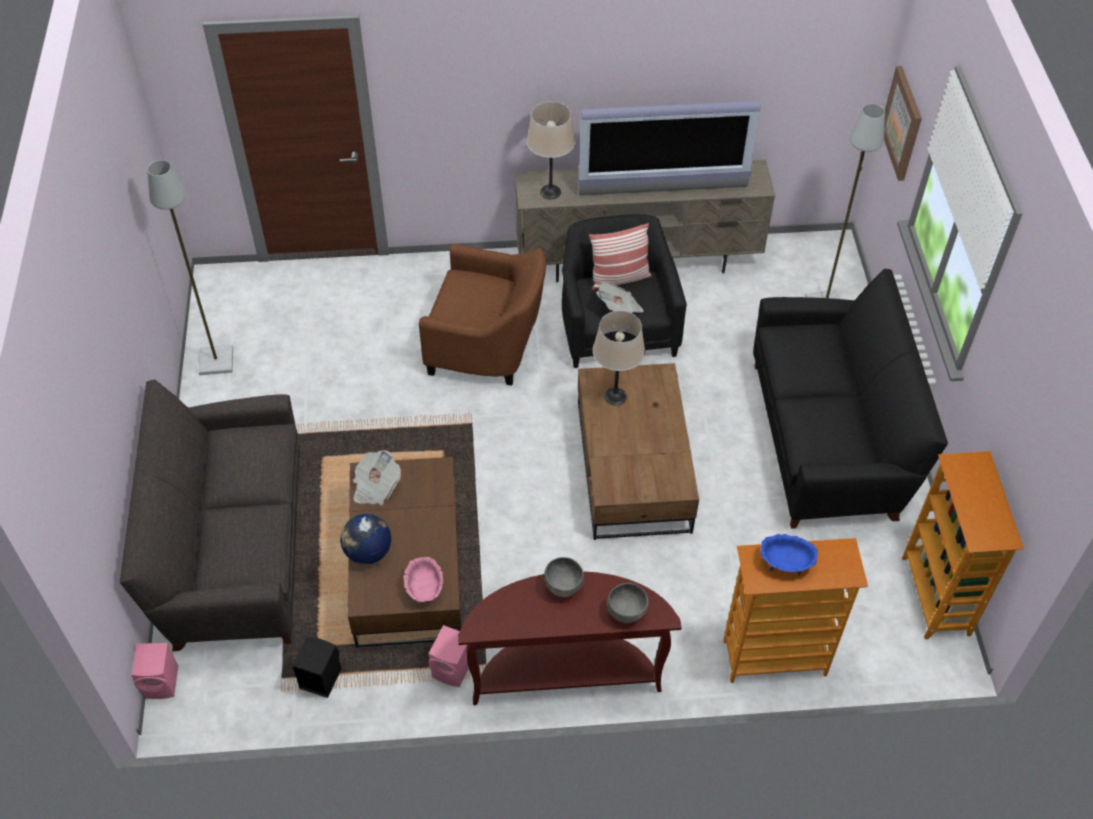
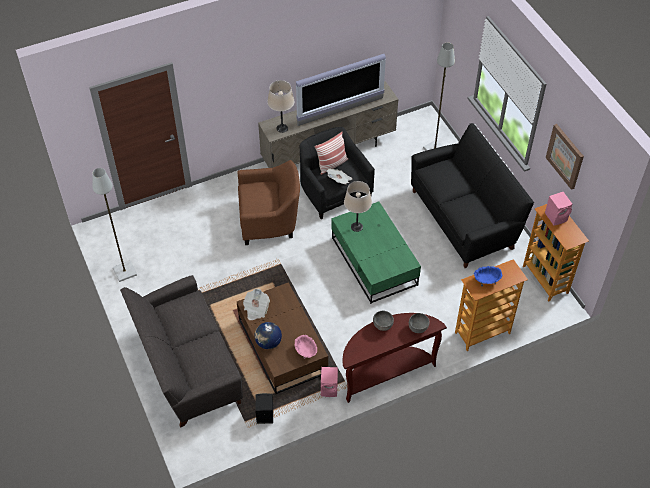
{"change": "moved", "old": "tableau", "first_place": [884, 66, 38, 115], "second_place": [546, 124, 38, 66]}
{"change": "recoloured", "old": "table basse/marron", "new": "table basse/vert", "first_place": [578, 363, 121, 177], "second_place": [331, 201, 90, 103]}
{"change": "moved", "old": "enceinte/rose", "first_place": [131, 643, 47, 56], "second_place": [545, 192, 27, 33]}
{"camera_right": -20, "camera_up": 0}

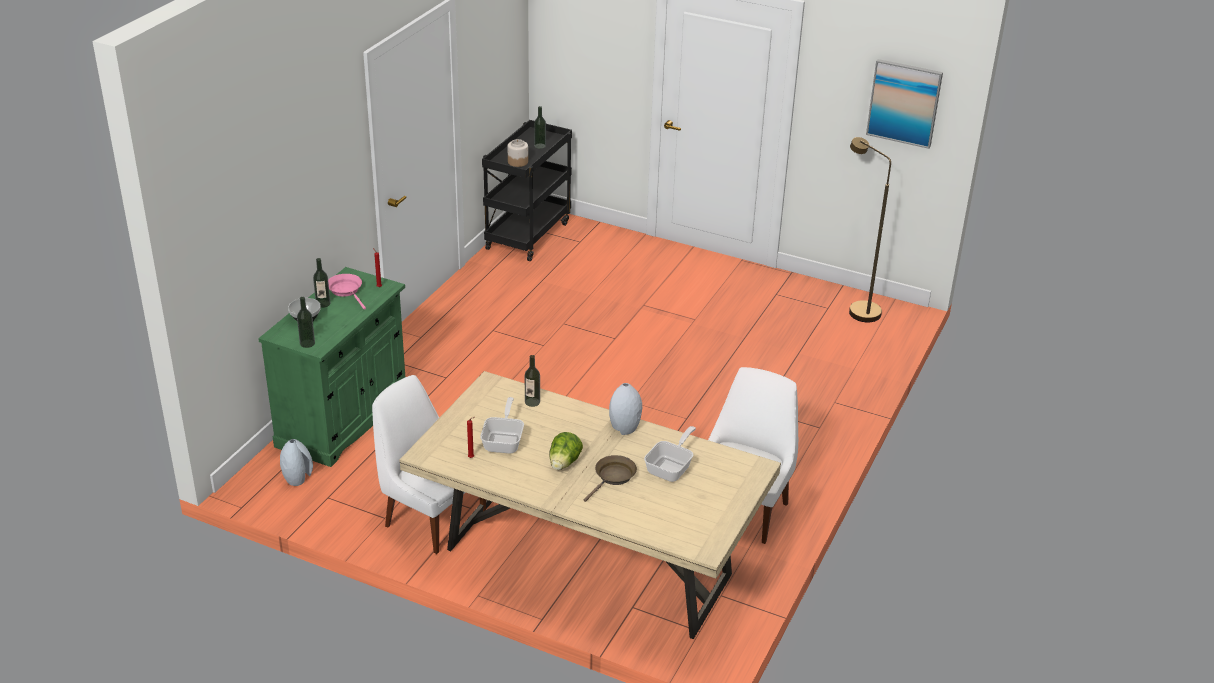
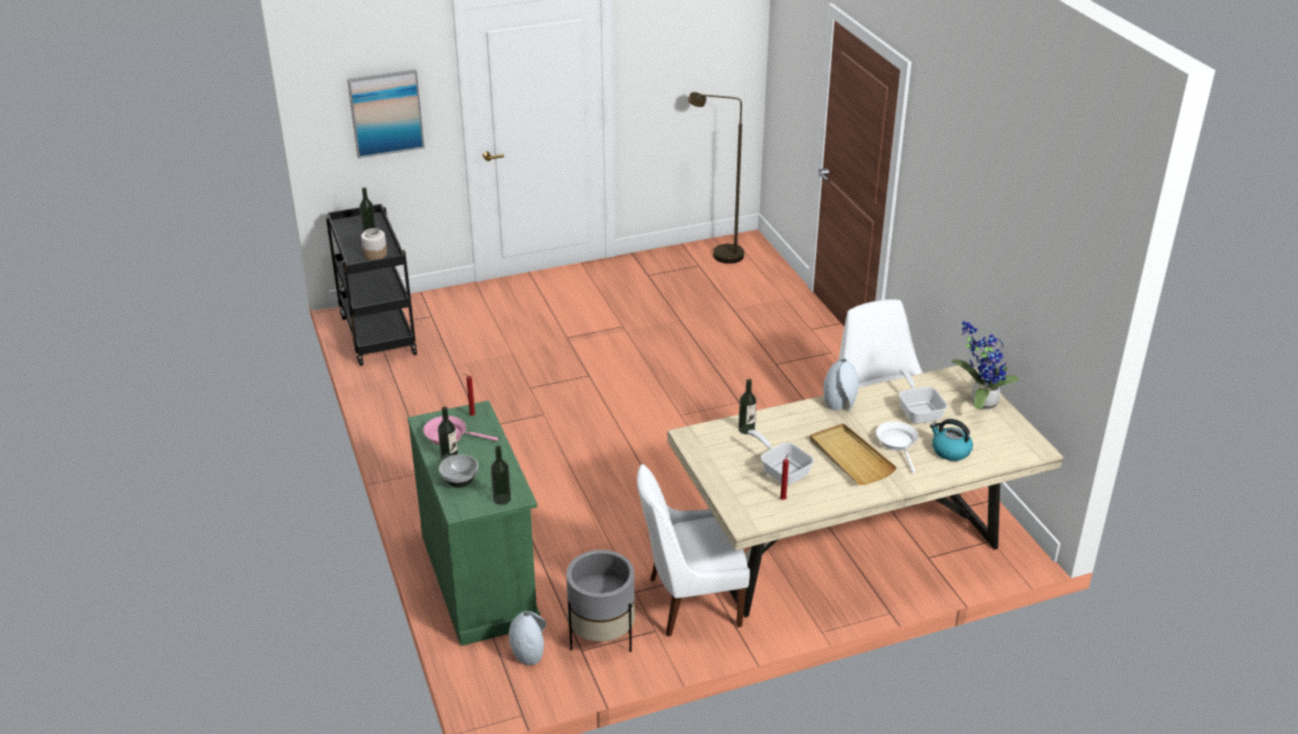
{"change": "moved", "old": "tableau", "first_place": [866, 59, 77, 90], "second_place": [347, 69, 78, 90]}
{"change": "replaced", "old": "laitue", "new": "plateau/beige", "first_place": [549, 432, 34, 38], "second_place": [810, 423, 87, 62]}
{"change": "recoloured", "old": "poêle/marron", "new": "poêle/blanc", "first_place": [584, 455, 53, 47], "second_place": [876, 421, 42, 52]}
{"change": "added", "new": "plante en pot", "second_place": [951, 321, 68, 89]}
{"change": "added", "new": "bouilloire", "second_place": [930, 419, 43, 42]}
{"change": "added", "new": "cache-pot/gris", "second_place": [566, 550, 69, 102]}
{"camera_right": -45, "camera_up": 0}

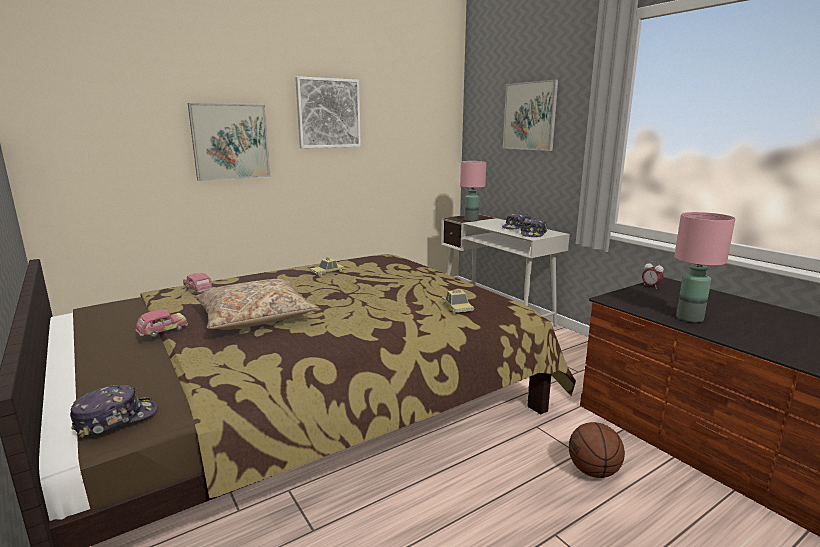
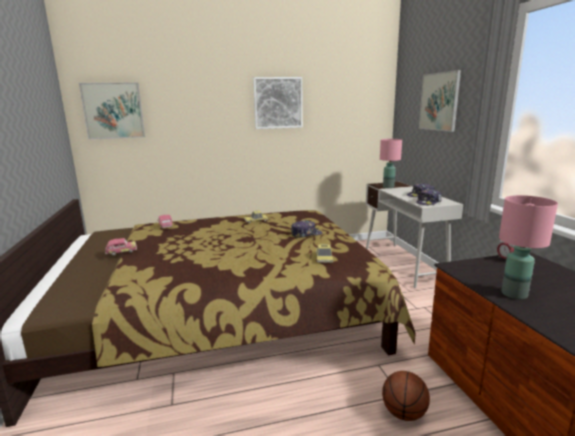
{"change": "moved", "old": "tableau", "first_place": [188, 103, 83, 78], "second_place": [79, 83, 66, 56]}
{"change": "removed", "old": "coussin/beige", "first_place": [195, 279, 124, 51]}
{"change": "moved", "old": "casquette", "first_place": [70, 385, 88, 54], "second_place": [291, 220, 31, 18]}
{"camera_right": 20, "camera_up": 0}

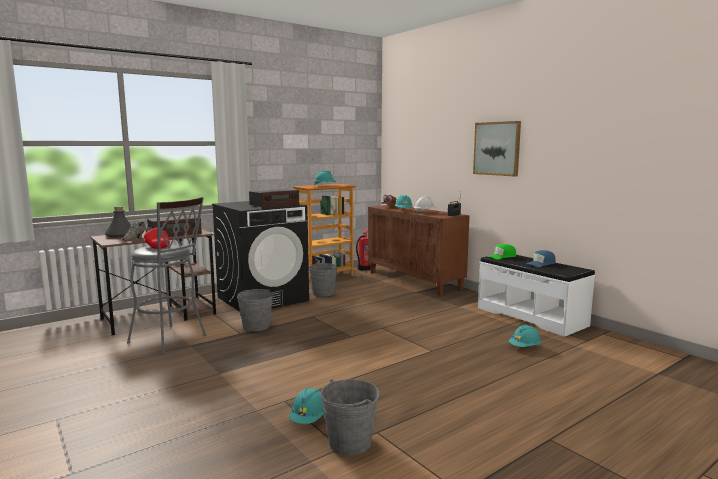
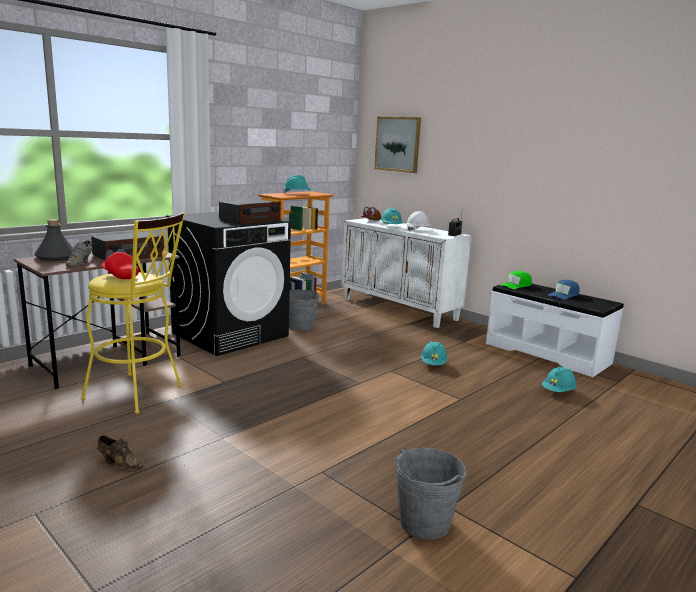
{"change": "moved", "old": "tableau", "first_place": [473, 121, 48, 55], "second_place": [374, 117, 47, 56]}
{"change": "recoloured", "old": "tabouret/gris", "new": "tabouret/jaune", "first_place": [127, 197, 80, 157], "second_place": [81, 212, 104, 202]}
{"change": "recoloured", "old": "meuble de rangement/marron", "new": "meuble de rangement/blanc", "first_place": [368, 205, 102, 91], "second_place": [342, 218, 130, 110]}
{"change": "removed", "old": "extincteur", "first_place": [356, 229, 15, 42]}
{"change": "removed", "old": "seau/gris", "first_place": [237, 289, 36, 43]}
{"change": "moved", "old": "casque de chantier/turquoise", "first_place": [289, 388, 35, 36], "second_place": [421, 341, 27, 24]}
{"change": "added", "new": "chaussure/marron", "second_place": [97, 435, 47, 36]}
{"camera_right": -10, "camera_up": 5}

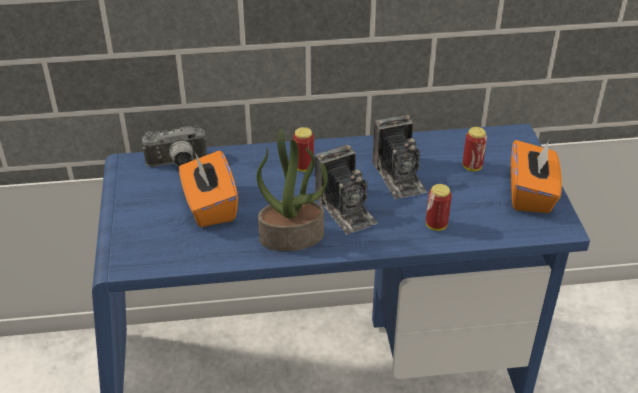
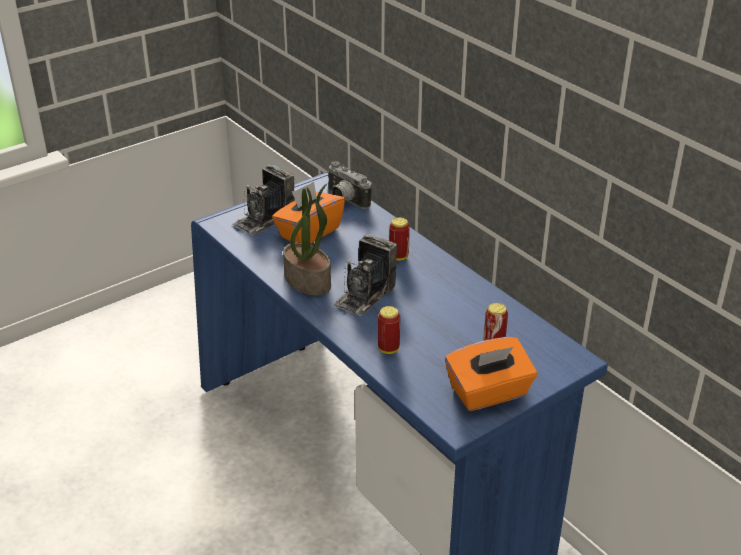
{"change": "moved", "old": "appareil photo", "first_place": [372, 115, 55, 85], "second_place": [232, 165, 63, 70]}
{"camera_right": 60, "camera_up": -5}

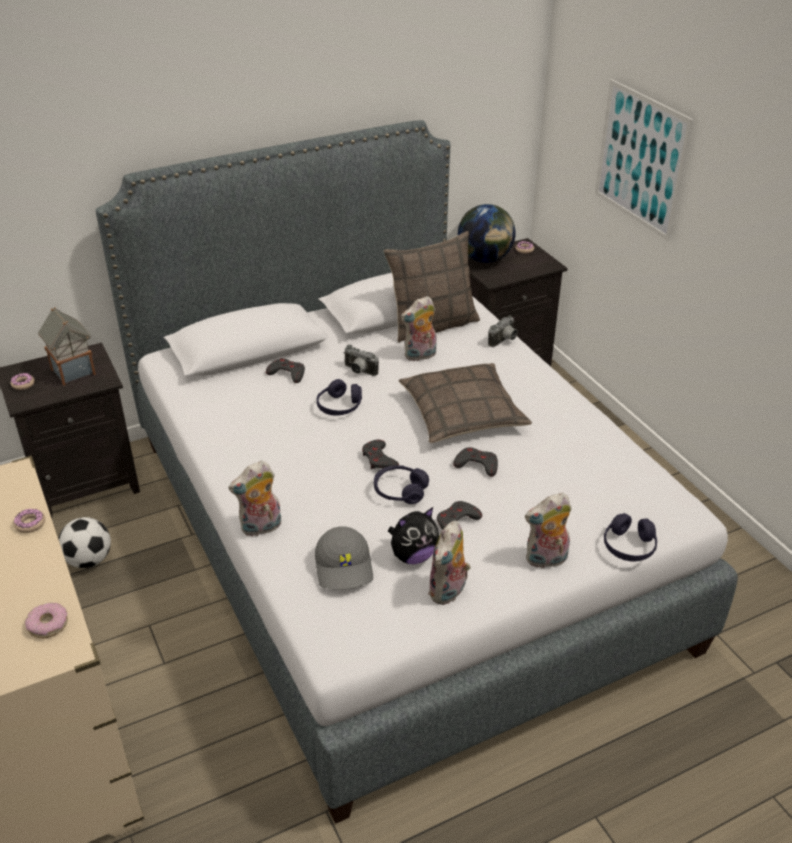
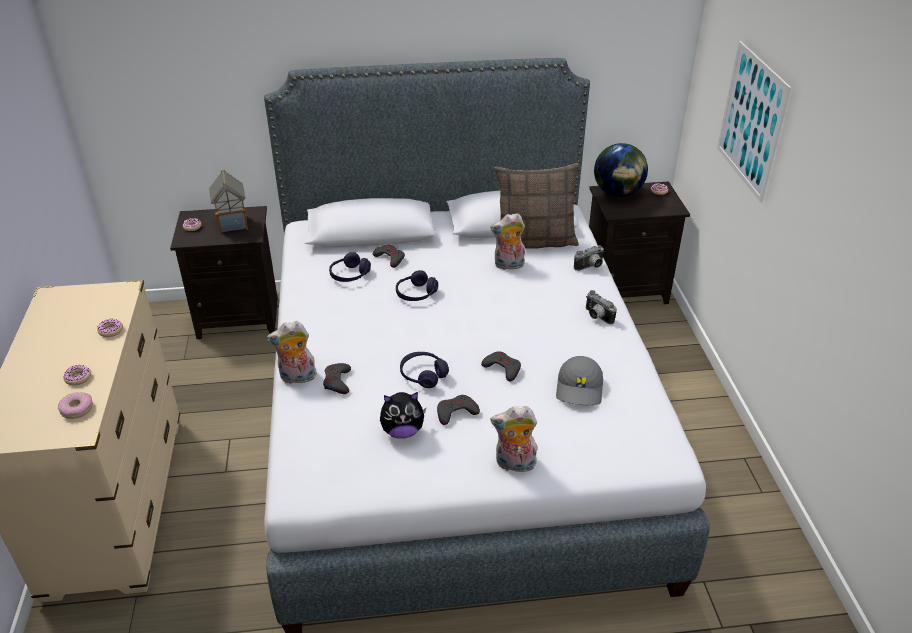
{"change": "moved", "old": "appareil photo", "first_place": [343, 345, 36, 31], "second_place": [586, 290, 31, 35]}
{"change": "removed", "old": "coussin", "first_place": [399, 363, 133, 80]}
{"change": "moved", "old": "manette/gris", "first_place": [362, 440, 37, 29], "second_place": [323, 363, 28, 31]}
{"change": "moved", "old": "casque audio/violet", "first_place": [604, 513, 53, 48], "second_place": [329, 252, 42, 30]}
{"change": "removed", "old": "ballon de foot", "first_place": [59, 517, 52, 51]}
{"change": "removed", "old": "peluche", "first_place": [428, 520, 43, 85]}
{"change": "moved", "old": "casquette/gris", "first_place": [315, 527, 58, 63], "second_place": [556, 356, 47, 49]}
{"change": "added", "new": "beignet", "second_place": [63, 365, 28, 20]}
{"camera_right": 20, "camera_up": 0}

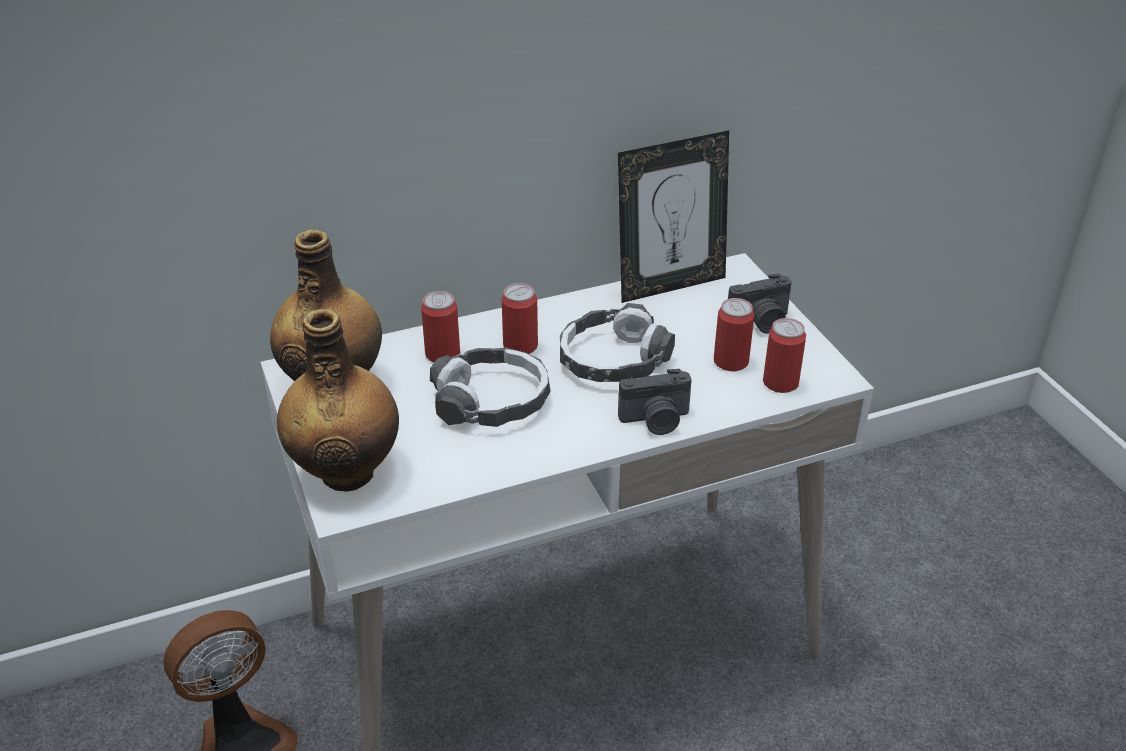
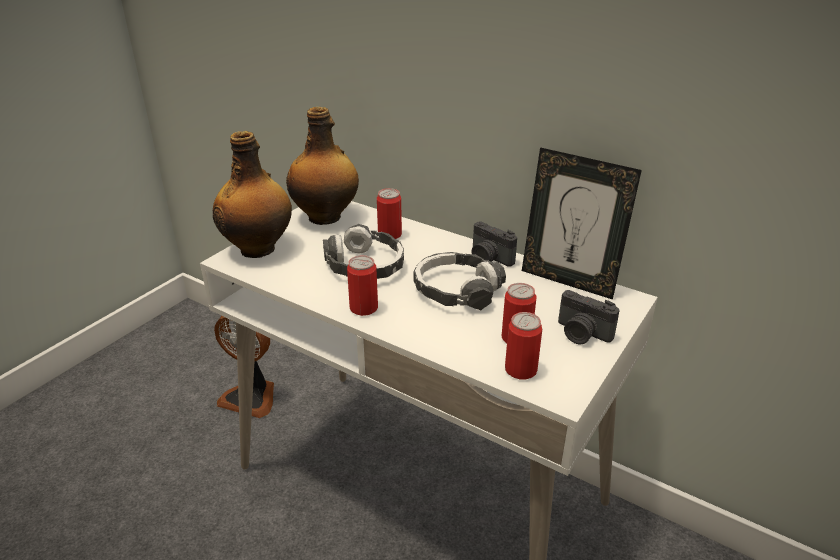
{"change": "moved", "old": "boîte métallique", "first_place": [502, 283, 36, 71], "second_place": [347, 255, 31, 61]}
{"change": "moved", "old": "appareil photo", "first_place": [618, 369, 74, 66], "second_place": [471, 221, 46, 46]}
{"camera_right": 55, "camera_up": -5}

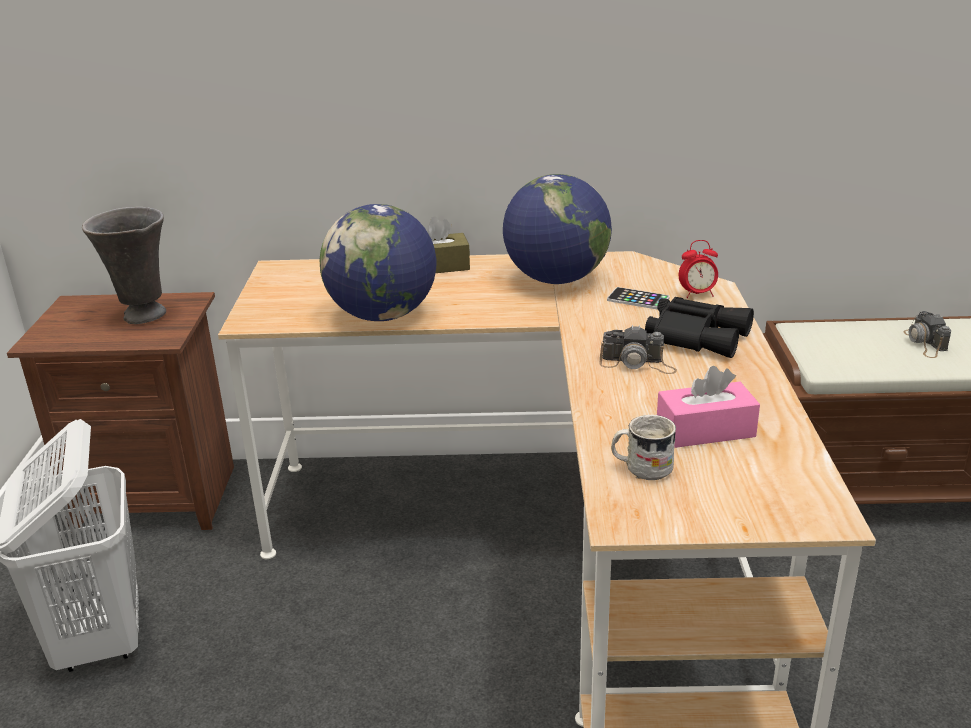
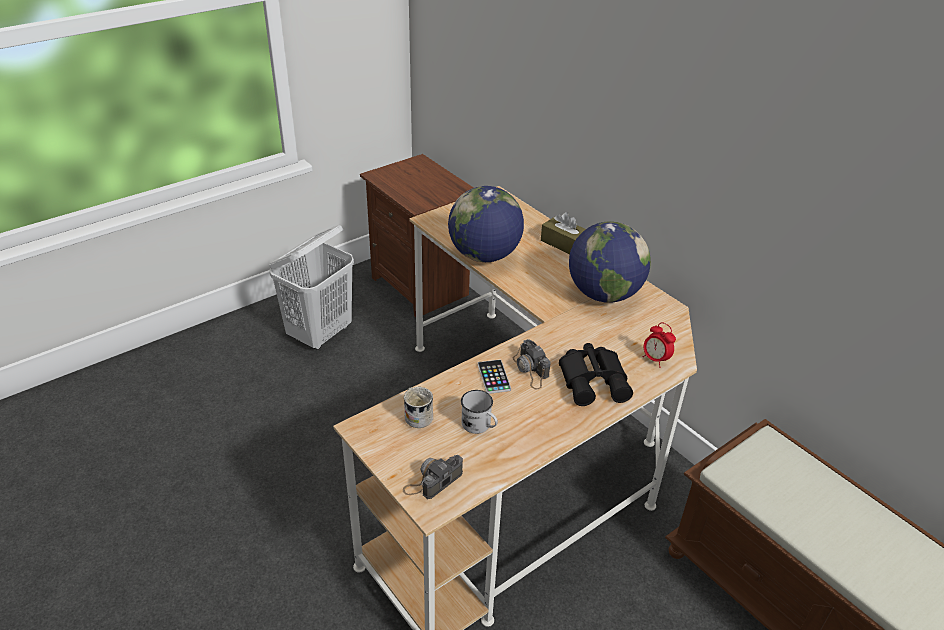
{"change": "removed", "old": "vase/gris", "first_place": [82, 207, 84, 117]}
{"change": "moved", "old": "téléphone", "first_place": [607, 287, 63, 23], "second_place": [478, 359, 33, 35]}
{"change": "moved", "old": "appareil photo", "first_place": [903, 311, 48, 47], "second_place": [403, 455, 60, 44]}
{"change": "replaced", "old": "boîte à mouchoirs/rose", "new": "mug/blanc", "first_place": [657, 366, 103, 82], "second_place": [461, 390, 37, 44]}
{"camera_right": 50, "camera_up": 10}

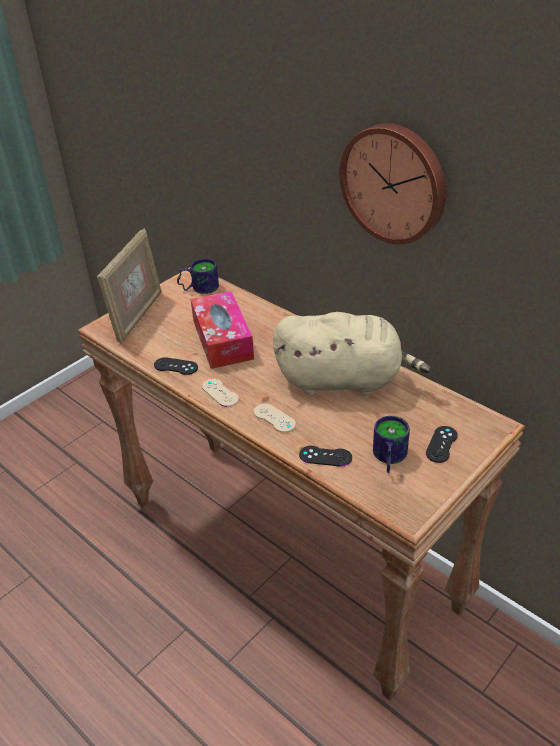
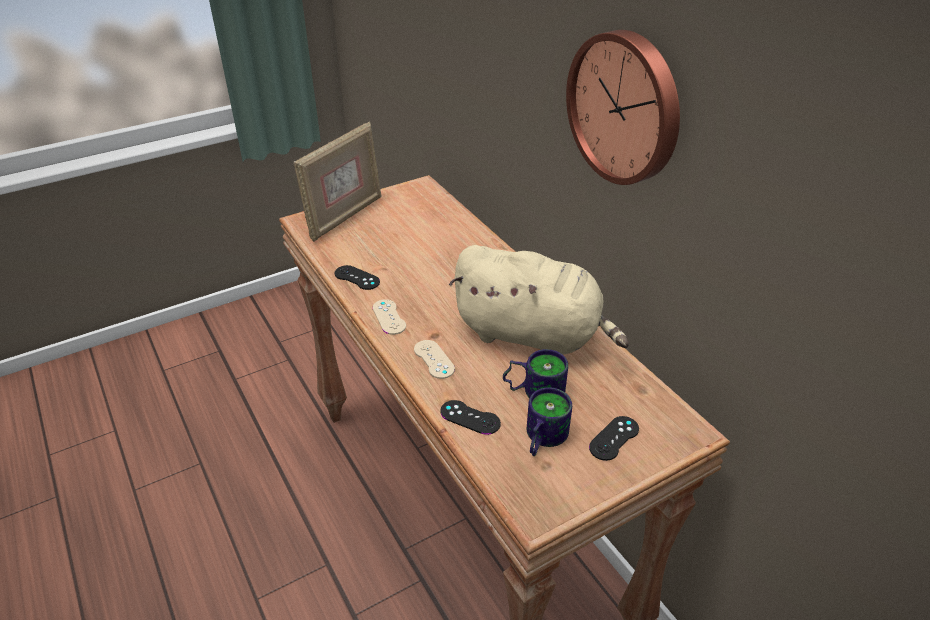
{"change": "moved", "old": "mug", "first_place": [177, 259, 42, 35], "second_place": [503, 349, 65, 50]}
{"change": "removed", "old": "boîte à mouchoirs", "first_place": [191, 291, 63, 78]}
{"camera_right": 15, "camera_up": 0}

